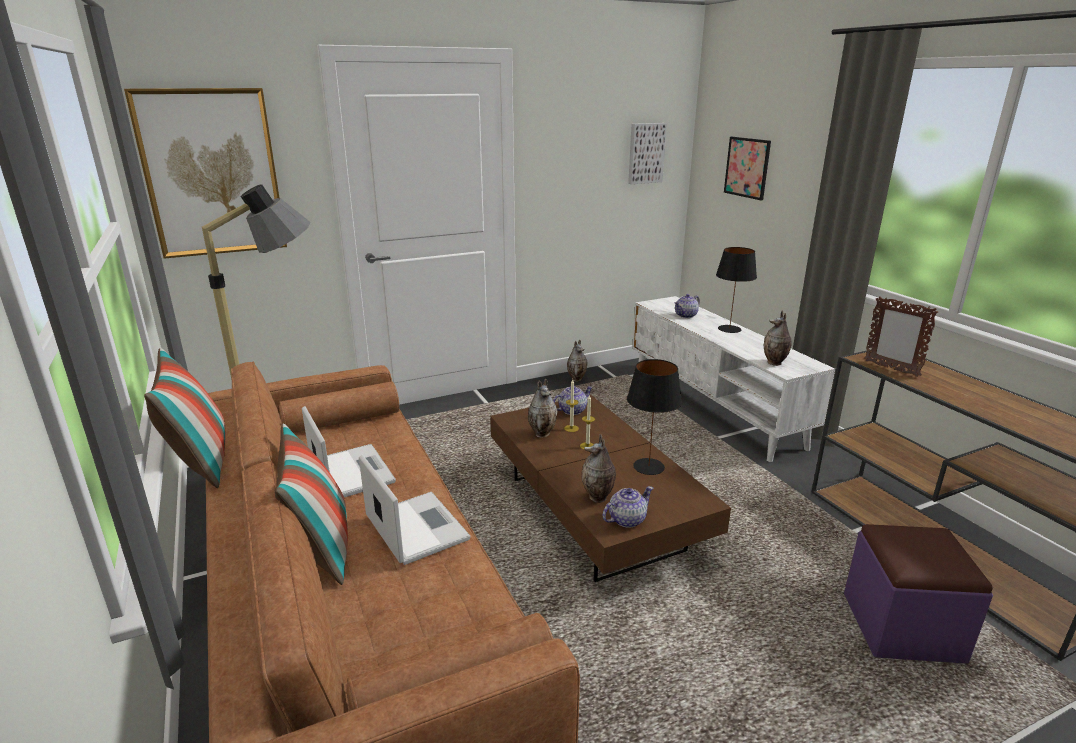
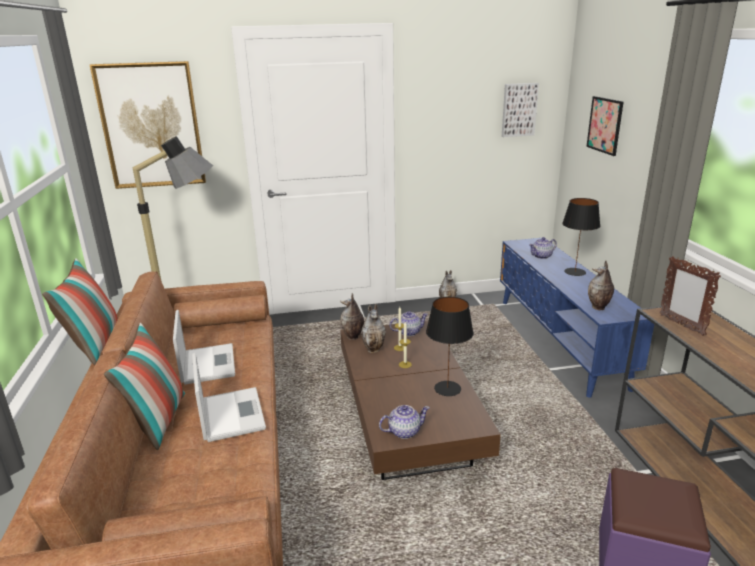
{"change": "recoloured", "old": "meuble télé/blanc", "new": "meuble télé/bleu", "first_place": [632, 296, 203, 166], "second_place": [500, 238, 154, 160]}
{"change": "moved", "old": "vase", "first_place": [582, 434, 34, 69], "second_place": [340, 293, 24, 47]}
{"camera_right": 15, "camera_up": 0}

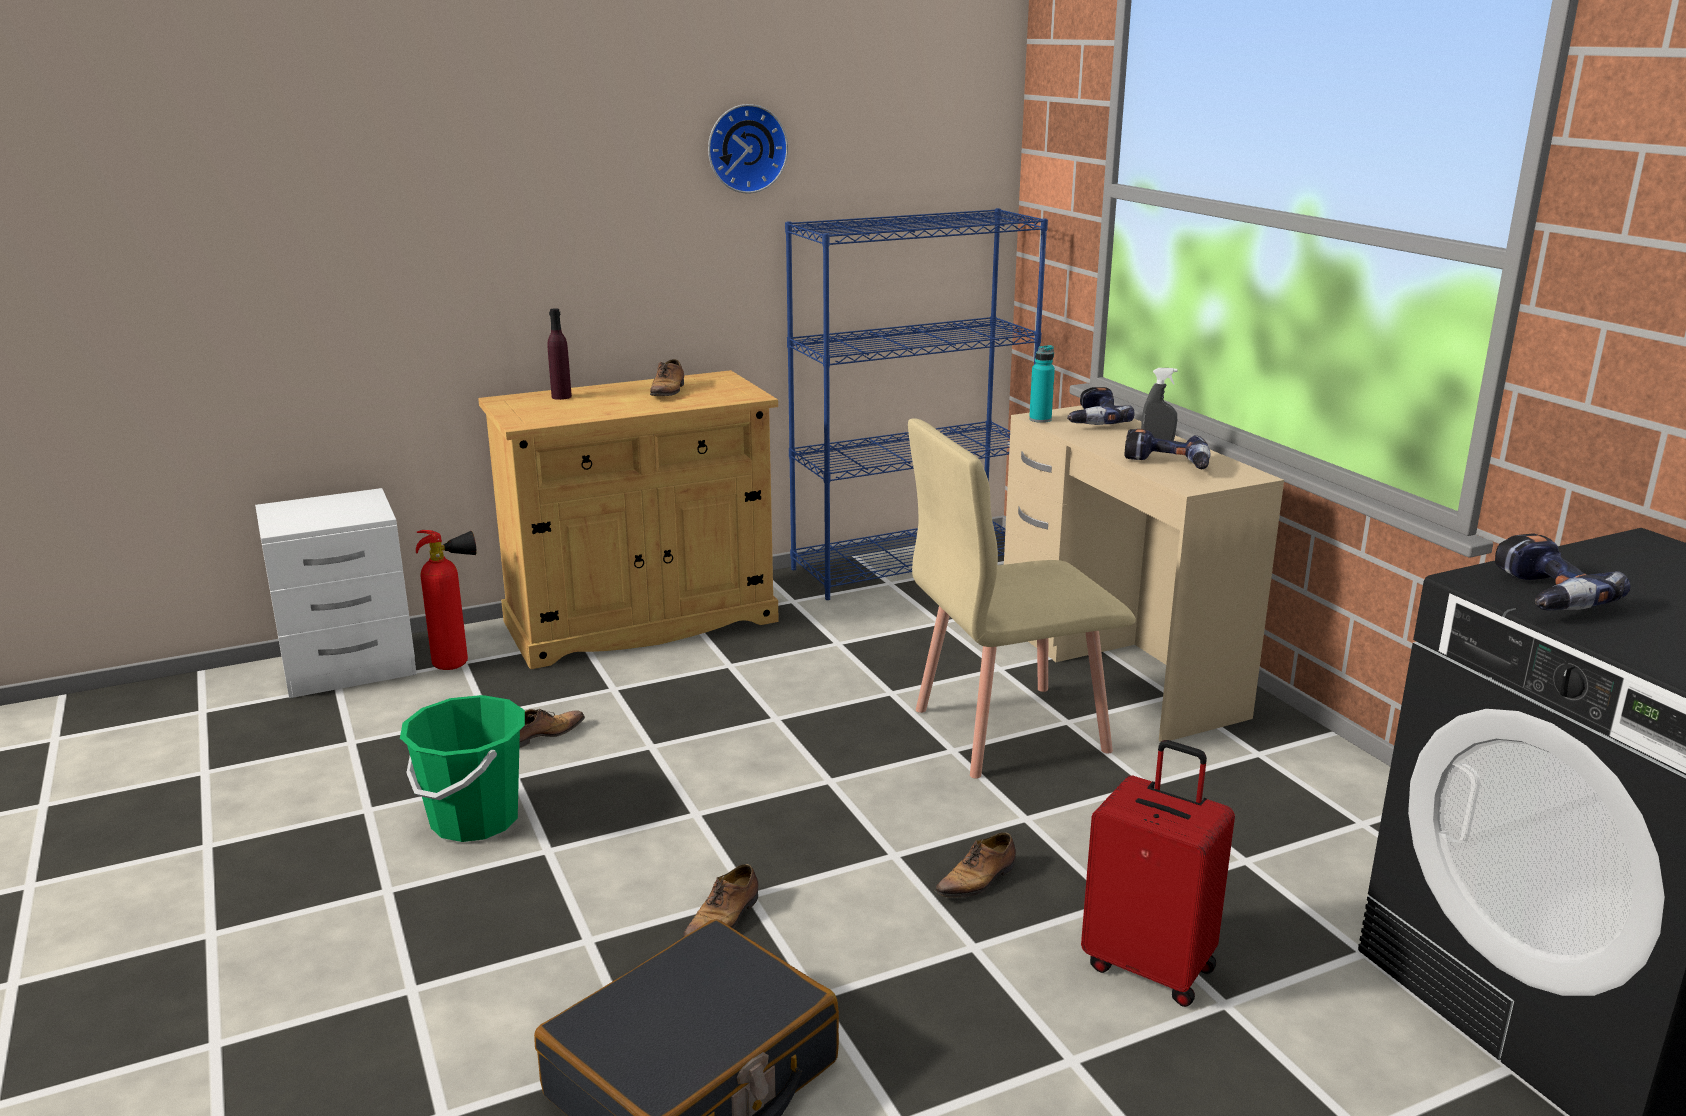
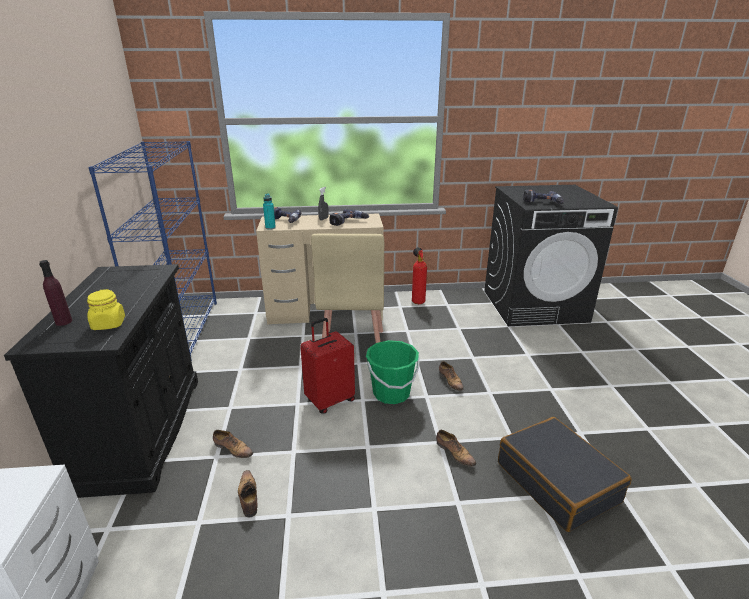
{"change": "removed", "old": "horloge murale", "first_place": [708, 104, 80, 89]}
{"change": "moved", "old": "chaussure", "first_place": [650, 359, 34, 37], "second_place": [213, 430, 40, 28]}
{"change": "recoloured", "old": "meuble de rangement/beige", "new": "meuble de rangement/noir", "first_place": [478, 370, 301, 299], "second_place": [4, 264, 194, 234]}
{"change": "moved", "old": "extincteur", "first_place": [416, 530, 60, 140], "second_place": [412, 247, 15, 57]}
{"change": "moved", "old": "seau/vert", "first_place": [400, 695, 125, 147], "second_place": [366, 340, 54, 64]}
{"change": "moved", "old": "valise/rouge", "first_place": [1081, 740, 154, 267], "second_place": [300, 318, 55, 96]}
{"change": "added", "new": "bocal/jaune", "second_place": [87, 289, 38, 41]}
{"camera_right": -70, "camera_up": 5}

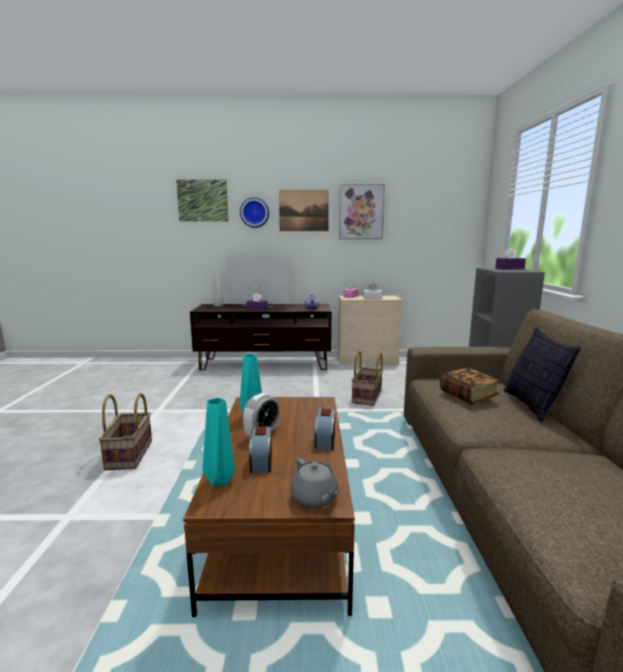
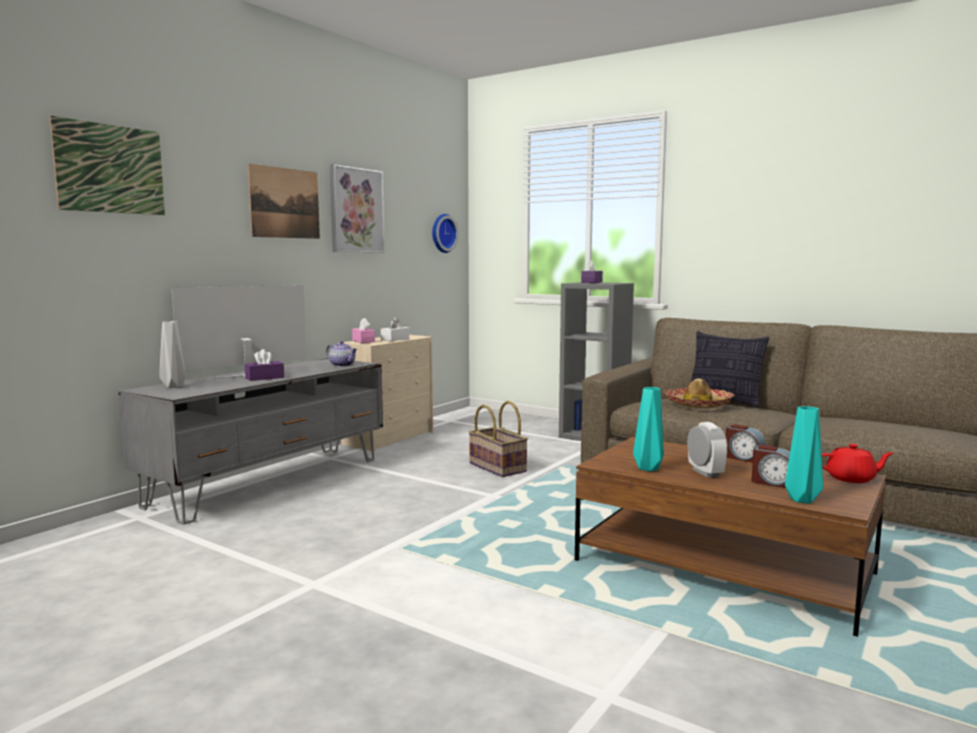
{"change": "moved", "old": "horloge murale", "first_place": [240, 197, 29, 31], "second_place": [432, 214, 27, 39]}
{"change": "recoloured", "old": "meuble télé/marron", "new": "meuble télé/gris", "first_place": [190, 304, 141, 66], "second_place": [118, 358, 265, 167]}
{"change": "replaced", "old": "livre", "new": "chapeau", "first_place": [440, 368, 59, 37], "second_place": [663, 378, 71, 30]}
{"change": "removed", "old": "panier", "first_place": [98, 393, 54, 77]}
{"change": "recoloured", "old": "théière/gris", "new": "théière/rouge", "first_place": [290, 459, 49, 49], "second_place": [822, 444, 72, 39]}
{"camera_right": -55, "camera_up": -5}

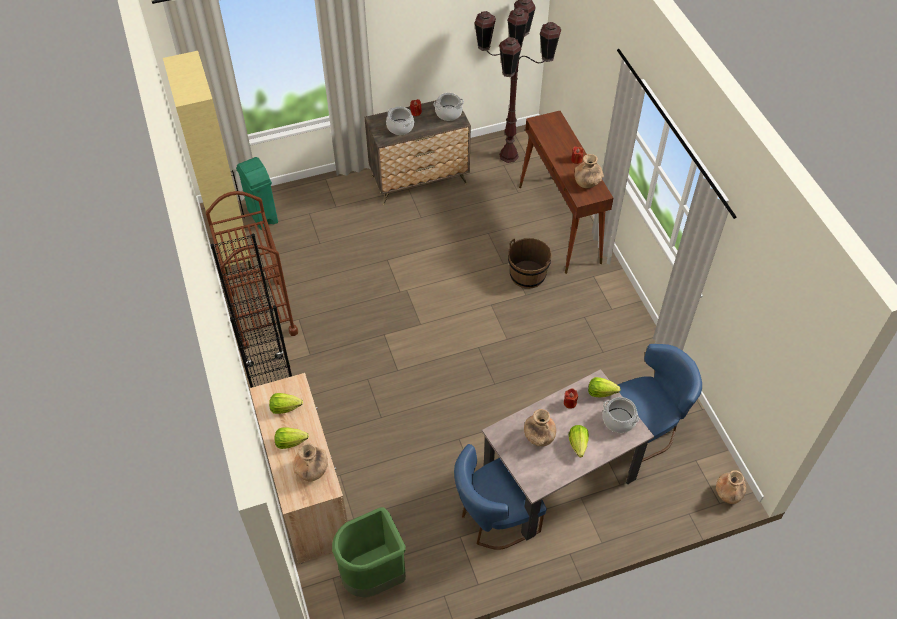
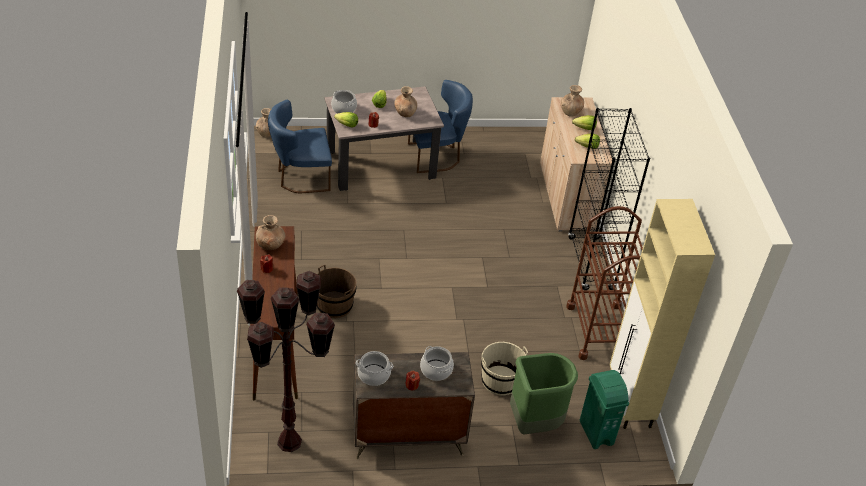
{"change": "moved", "old": "poubelle/vert", "first_place": [332, 507, 74, 91], "second_place": [510, 353, 68, 82]}
{"change": "added", "new": "seau/beige", "second_place": [481, 342, 47, 54]}
{"camera_right": -170, "camera_up": -10}

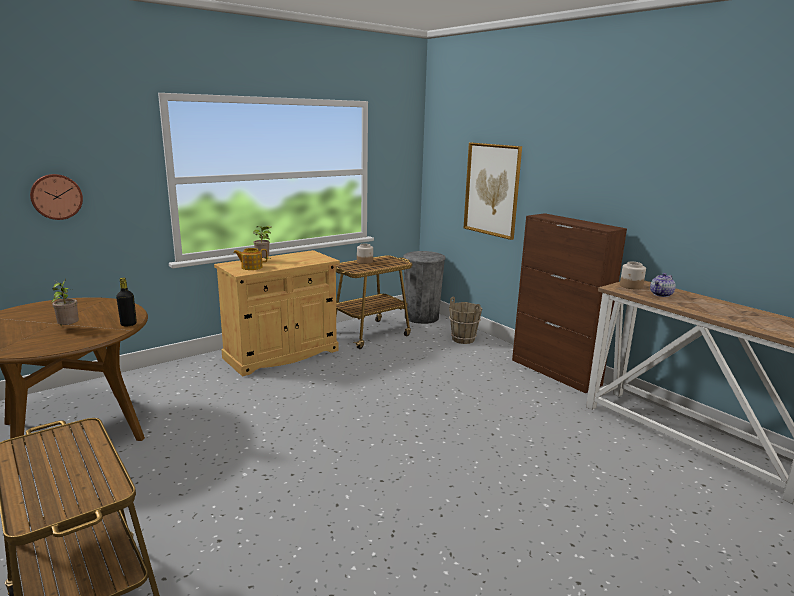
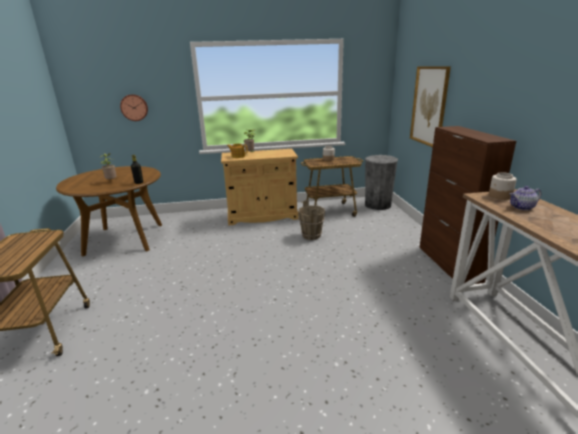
{"change": "moved", "old": "seau/marron", "first_place": [449, 296, 33, 48], "second_place": [298, 200, 27, 40]}
{"camera_right": 30, "camera_up": 5}

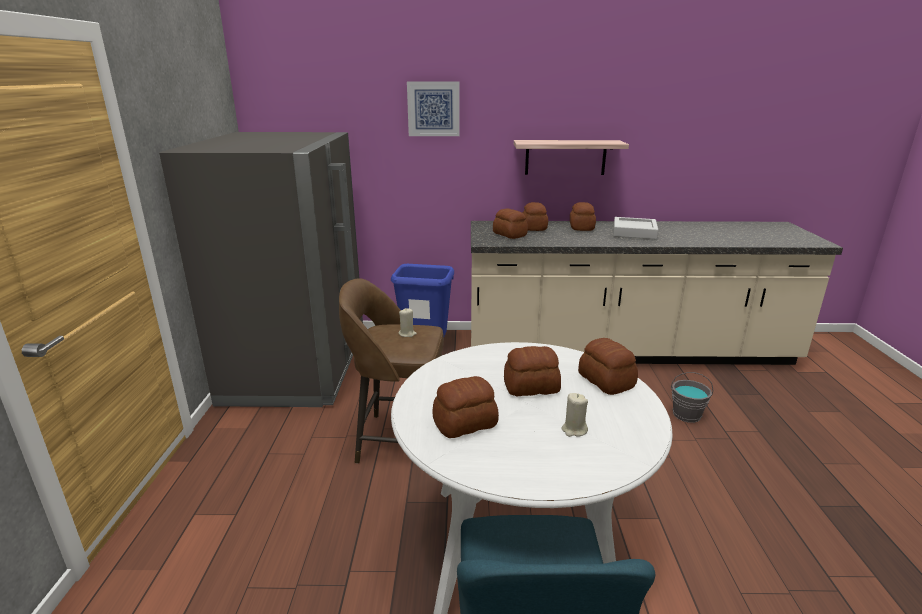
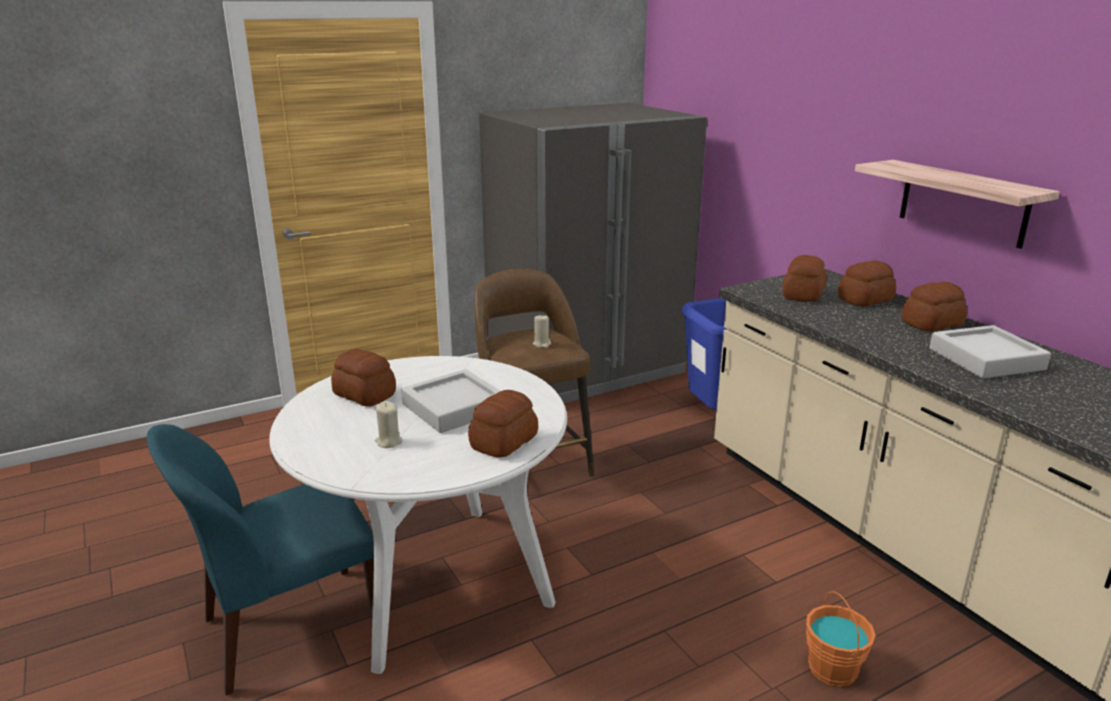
{"change": "removed", "old": "tableau", "first_place": [407, 81, 52, 55]}
{"change": "replaced", "old": "pain", "new": "plateau/gris", "first_place": [504, 346, 57, 50], "second_place": [401, 369, 99, 64]}
{"change": "recoloured", "old": "seau/gris", "new": "seau/orange", "first_place": [671, 372, 42, 51], "second_place": [806, 591, 70, 96]}
{"camera_right": 60, "camera_up": 0}

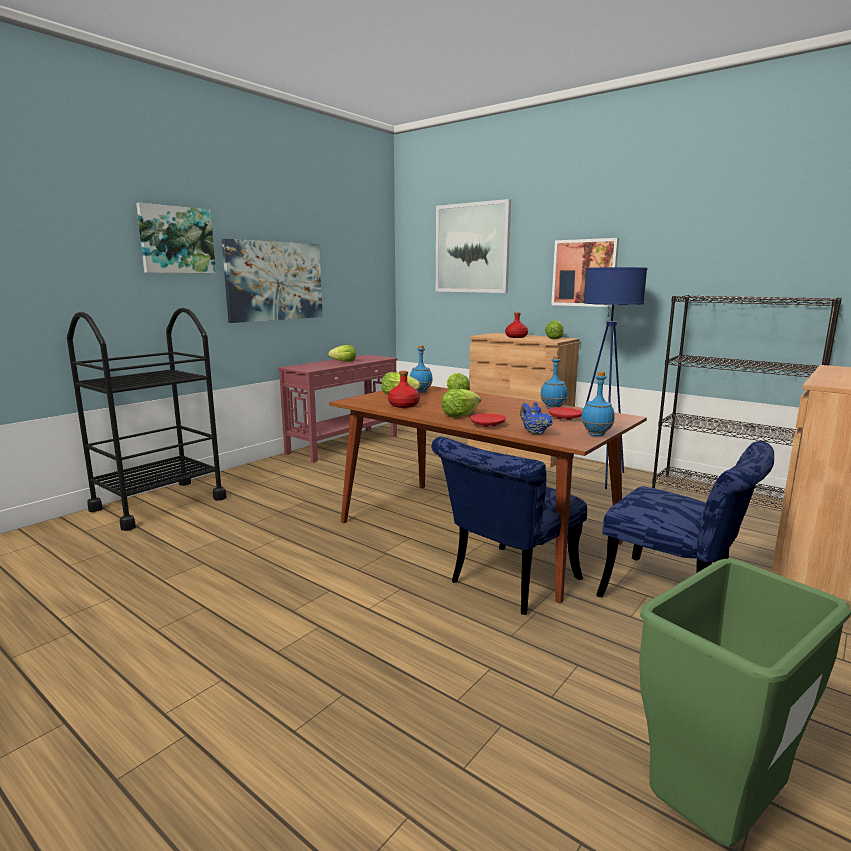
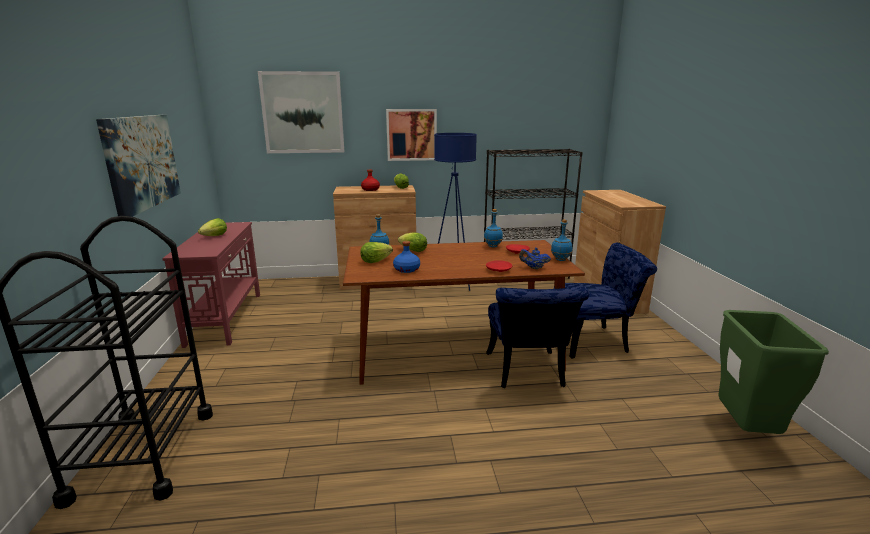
{"change": "removed", "old": "tableau", "first_place": [136, 203, 80, 70]}
{"change": "recoloured", "old": "bouteille/rouge", "new": "bouteille/bleu", "first_place": [388, 371, 32, 37], "second_place": [393, 241, 27, 32]}
{"change": "removed", "old": "laitue", "first_place": [441, 389, 40, 28]}
{"camera_right": -45, "camera_up": 5}

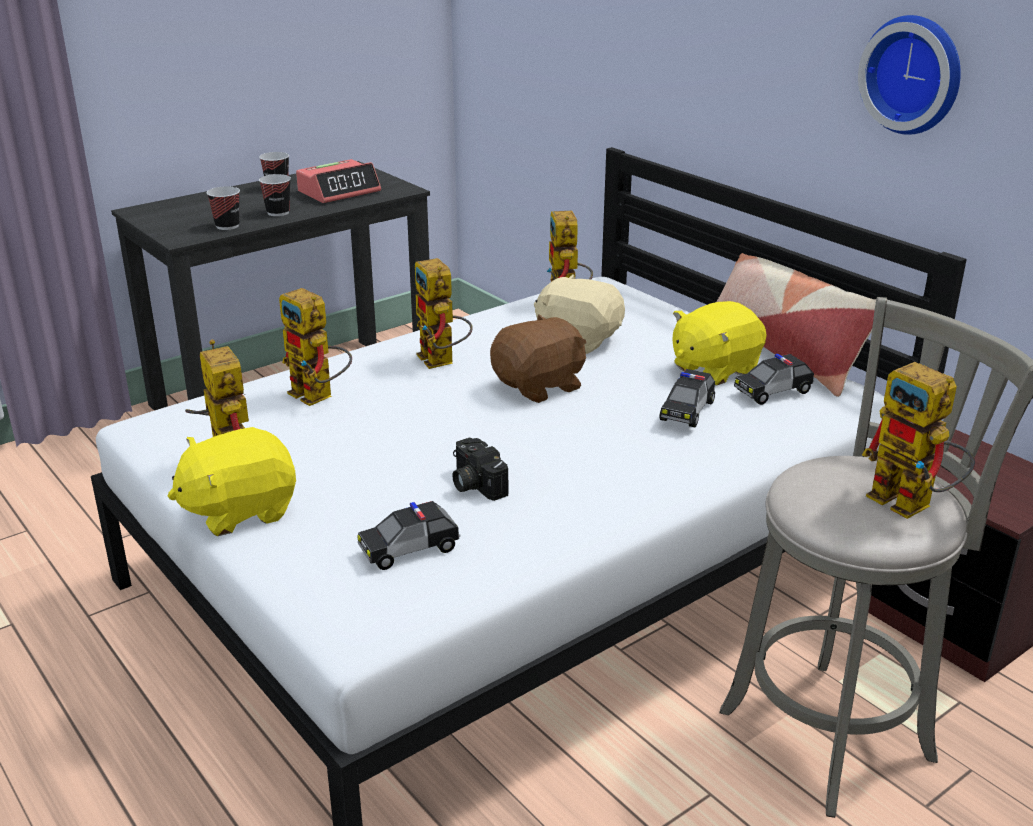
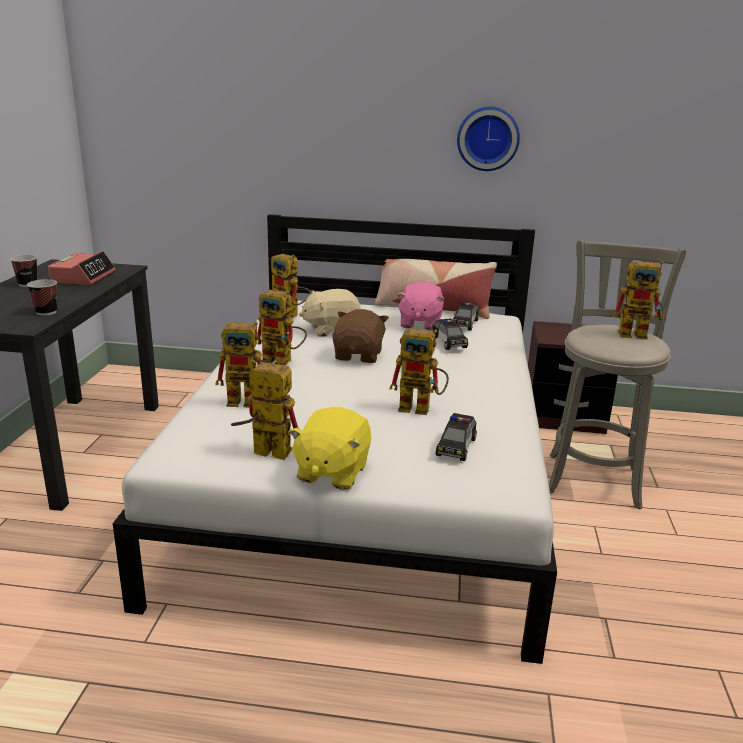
{"change": "removed", "old": "tasse", "first_place": [259, 174, 32, 42]}
{"change": "recoloured", "old": "peluche/jaune", "new": "peluche/rose", "first_place": [672, 301, 94, 84], "second_place": [397, 281, 47, 49]}
{"change": "replaced", "old": "appareil photo", "new": "robot jouet", "first_place": [452, 437, 57, 64], "second_place": [389, 328, 60, 87]}
{"camera_right": -45, "camera_up": -5}

